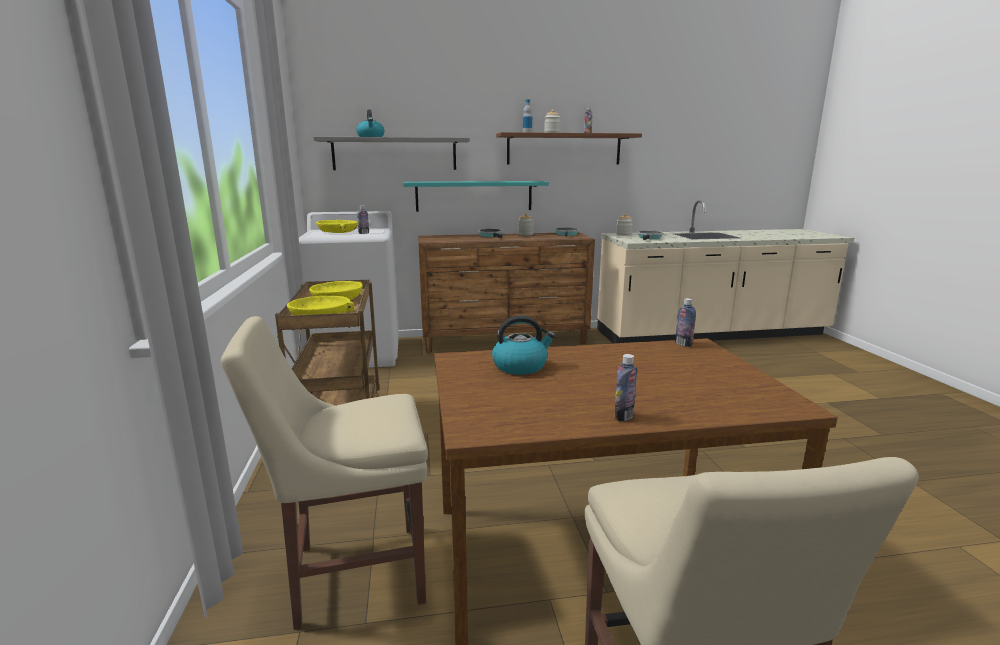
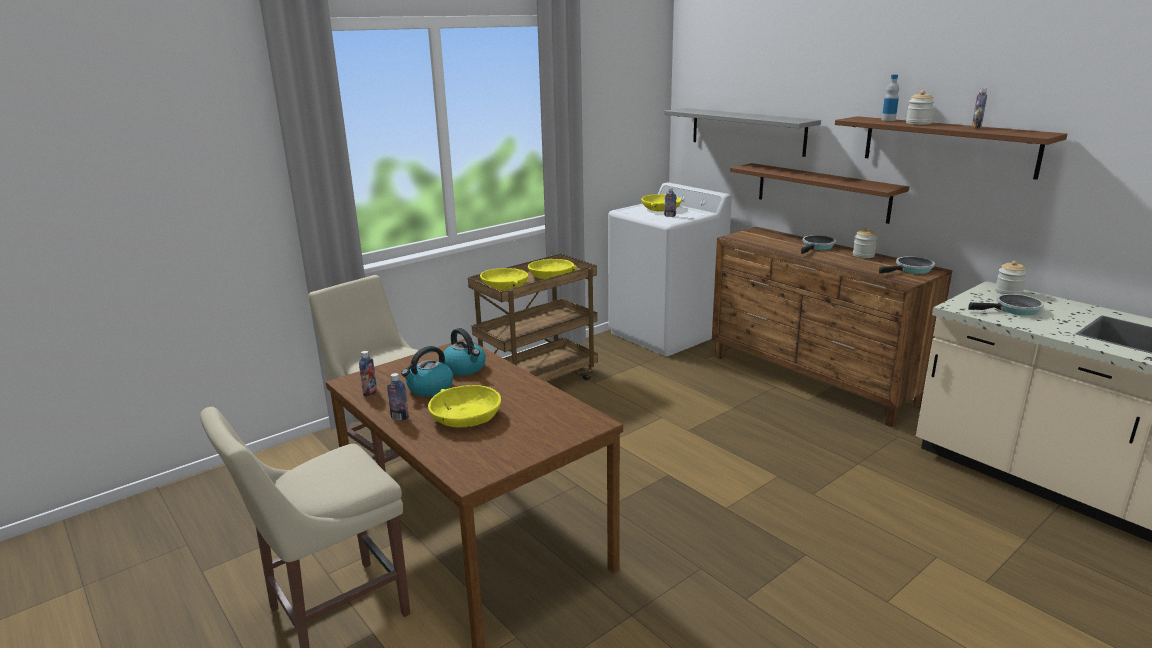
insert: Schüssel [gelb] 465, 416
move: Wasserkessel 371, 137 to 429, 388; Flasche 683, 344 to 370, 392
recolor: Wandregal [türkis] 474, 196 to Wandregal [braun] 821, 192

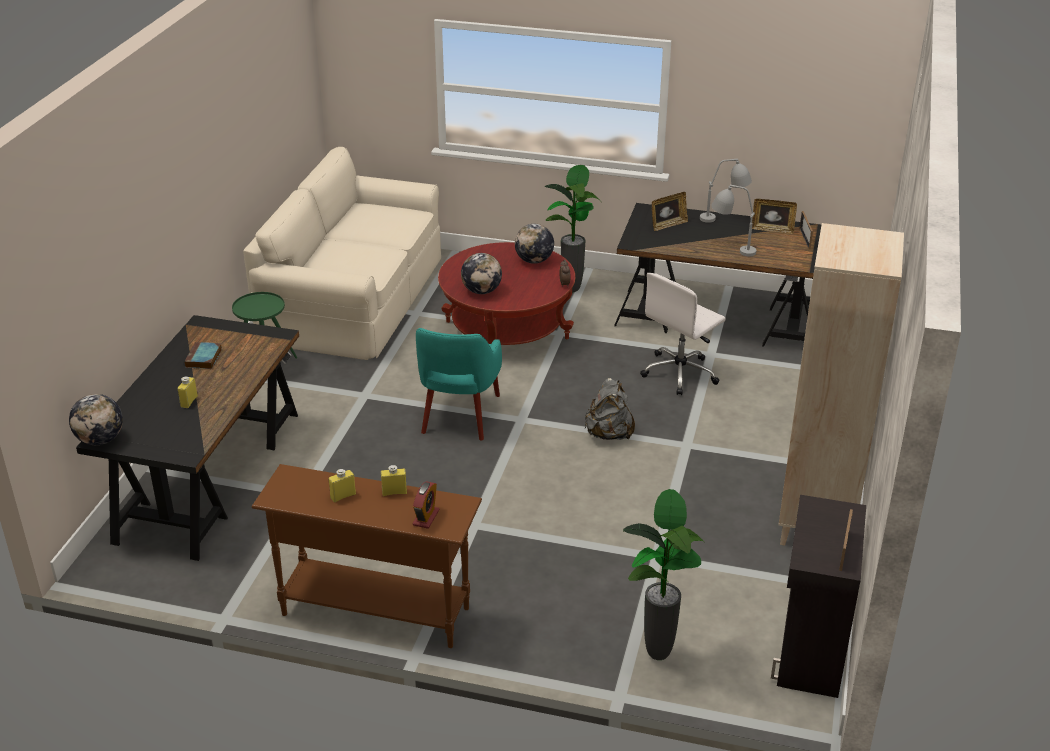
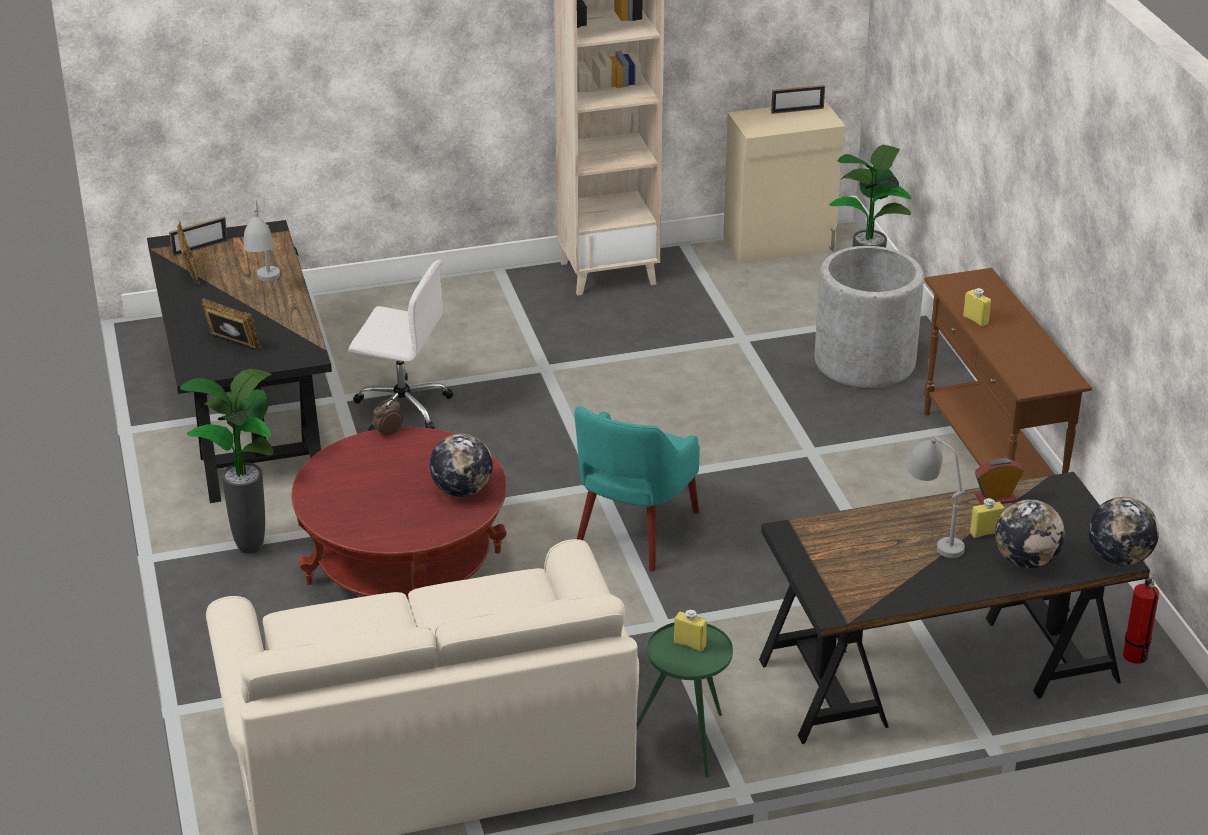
delete: Buch 203, 359; Rucksack [grau] 609, 433
insert: Pflanzkübel [grau] 864, 362; Feuerlöscher 1133, 653
move: Flasche [gelb] 343, 496 to 690, 644; Wecker 426, 517 to 996, 498; Globus 534, 261 to 1026, 561; Tischlampe [grau] 725, 218 to 931, 533
recolor: Schrank [schwarz] 809, 652 to Schrank [beige] 780, 245
rotate: Sessel [türkis] 459, 415 = 634, 532 135 degrees clockwise

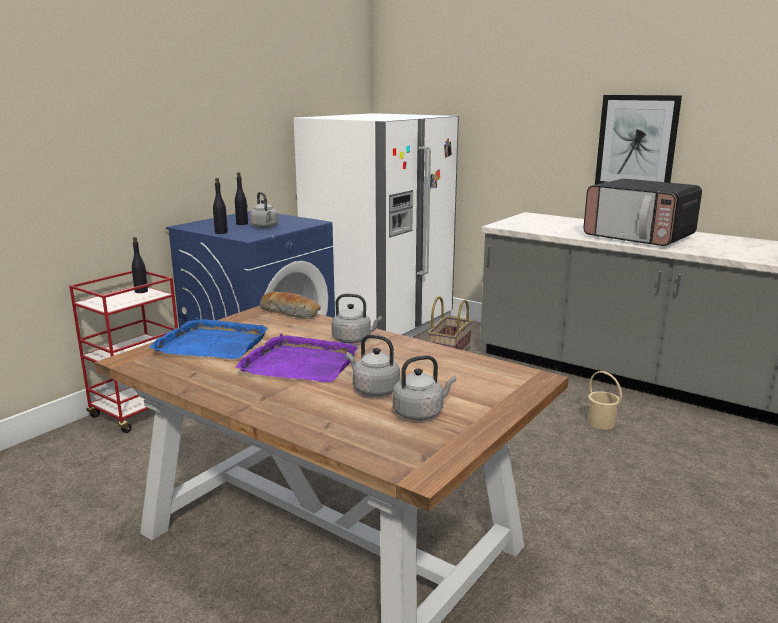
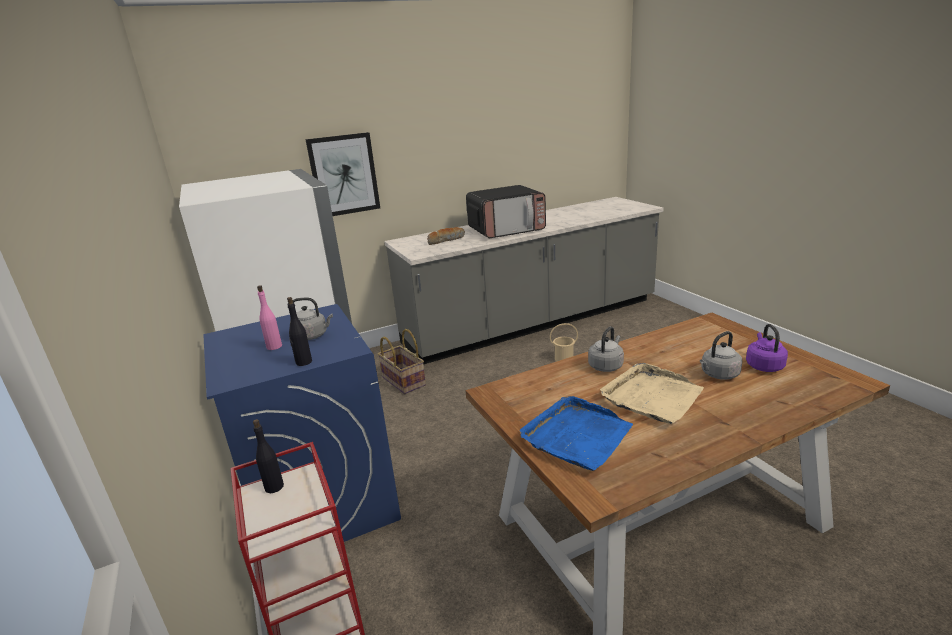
move: Brot 291, 313 to 446, 240; Bild 636, 142 to 344, 175
recolor: Flasche [schwarz] 242, 224 to Flasche [rosa] 274, 346; Tablett [lila] 300, 363 to Tablett [beige] 652, 396; Wasserkessel [grau] 420, 413 to Wasserkessel [lila] 763, 365

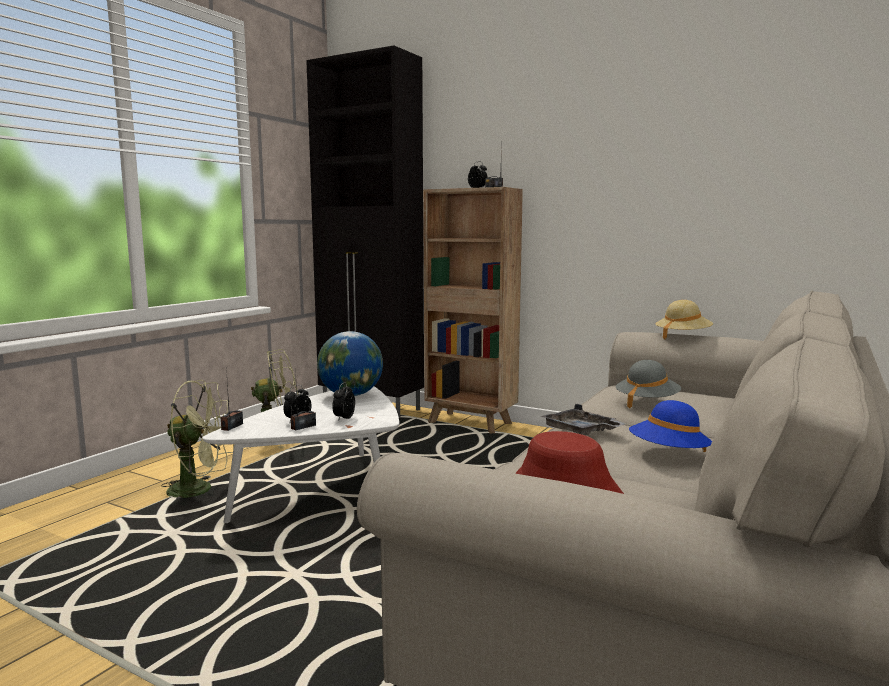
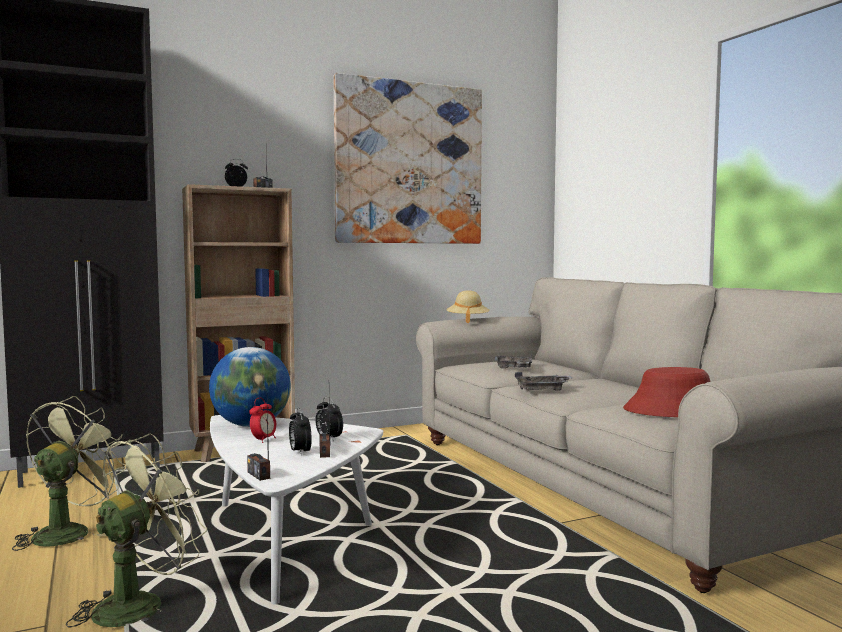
delete: Hut [blau] 668, 454
insert: Wecker 263, 440; Bild 409, 163
replace: Hut [grau] 647, 402 to Tablett [grau] 513, 368

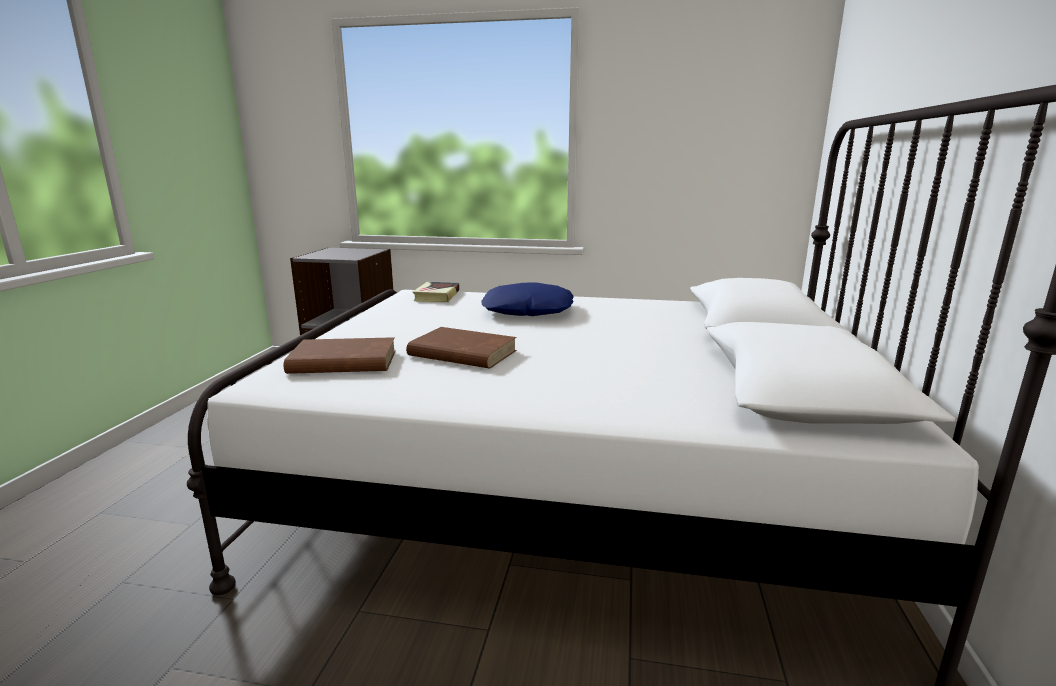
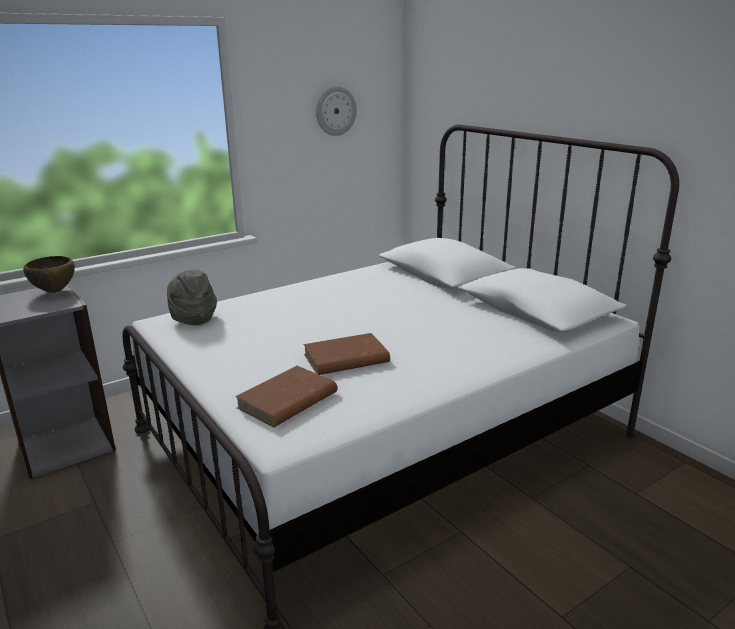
delete: Kissen [blau] 527, 310
insert: Schüssel [braun] 55, 291; Wanduhr 335, 111
replace: Buch 437, 296 to Hut [grau] 193, 318

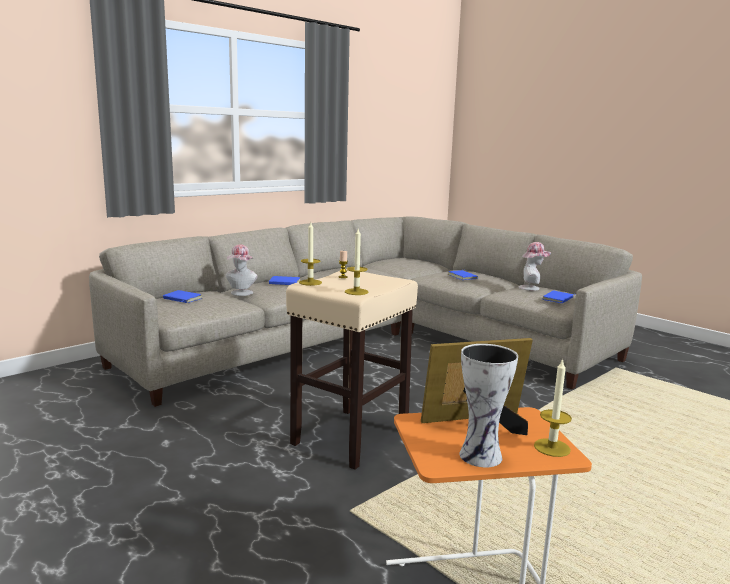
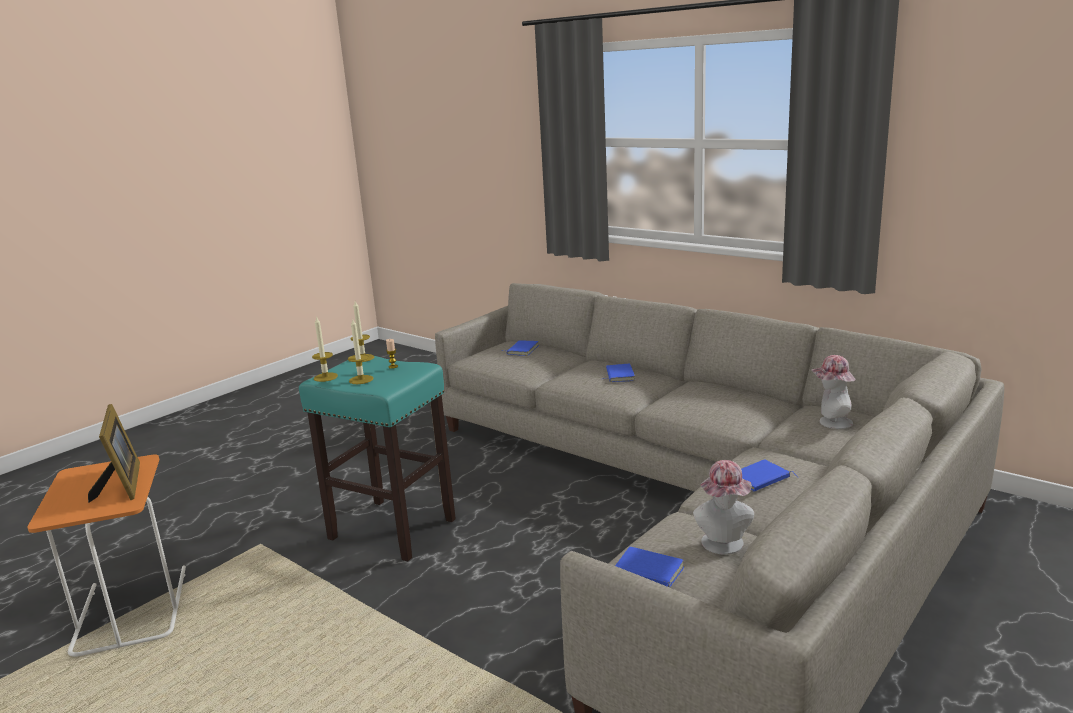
delete: Vase 483, 456
move: Hut 241, 293 to 831, 422; Kerze 552, 447 to 361, 379
recolor: Hocker [beige] 350, 438 to Hocker [türkis] 390, 529

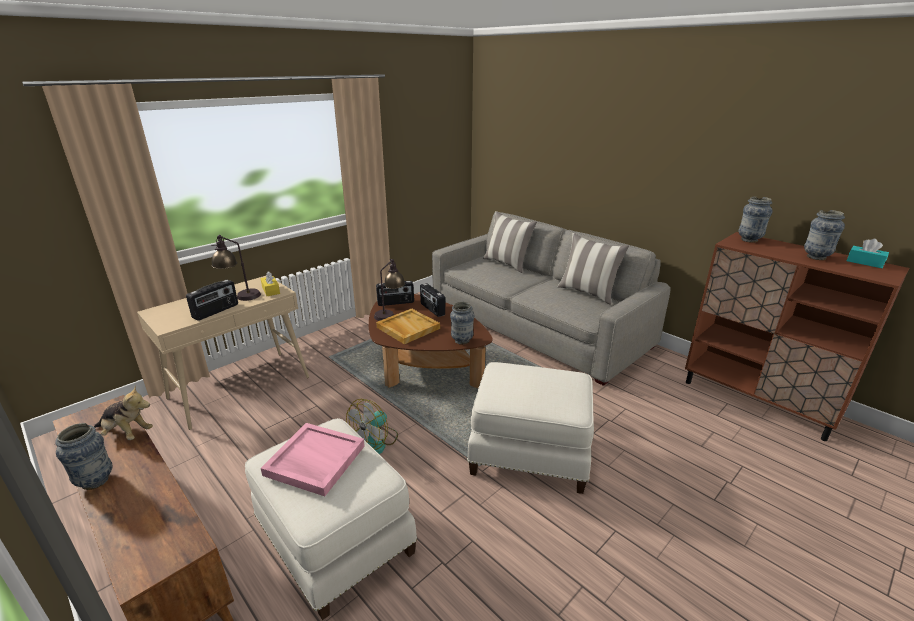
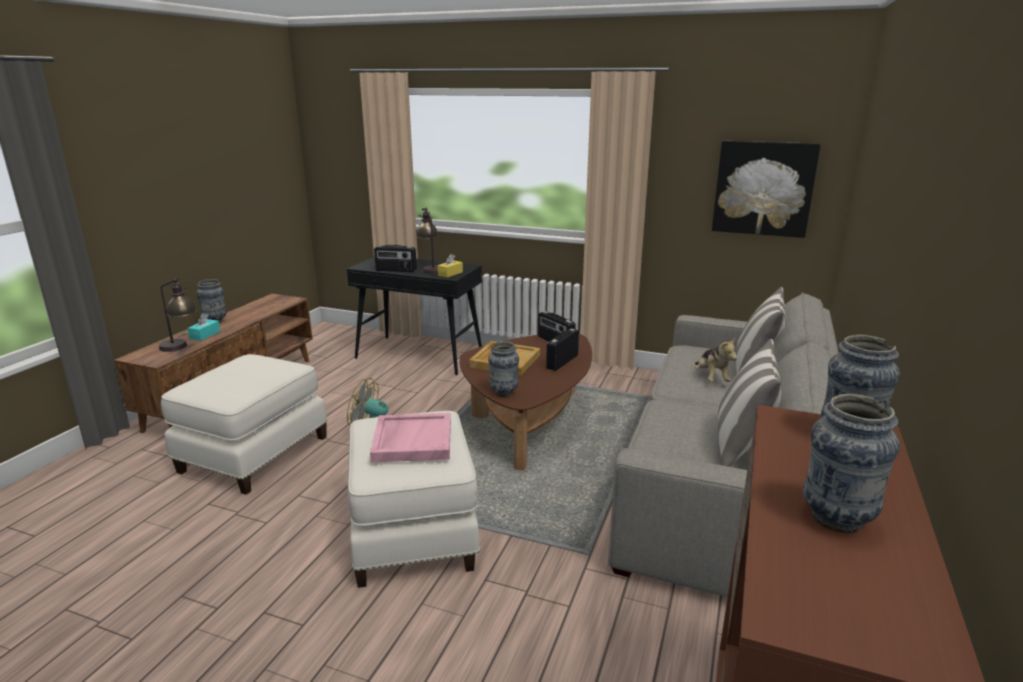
insert: Bild 763, 188
move: Plüschtier 126, 433 to 711, 378; Tablett [rosa] 314, 460 to 412, 440; Tischlampe 390, 313 to 181, 348; Taschentuchbox [türkis] 865, 262 to 205, 335
recolor: Konsolentisch [beige] 240, 387 to Konsolentisch [schwarz] 420, 355

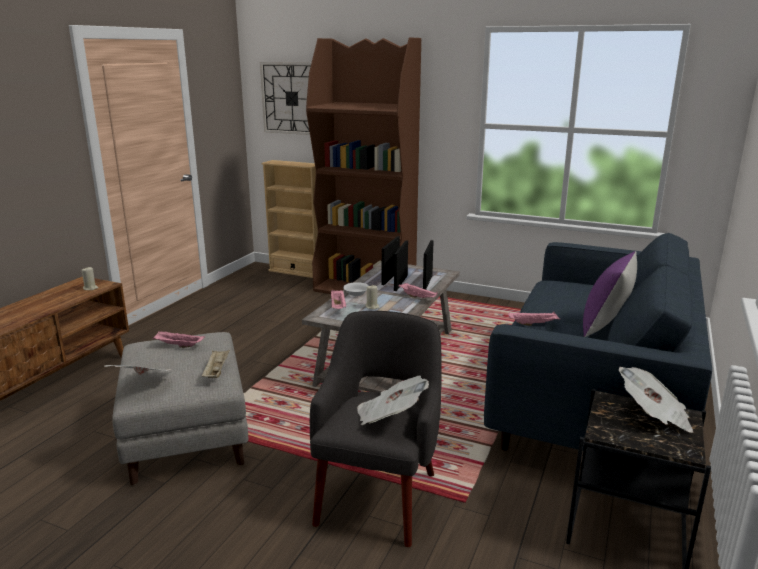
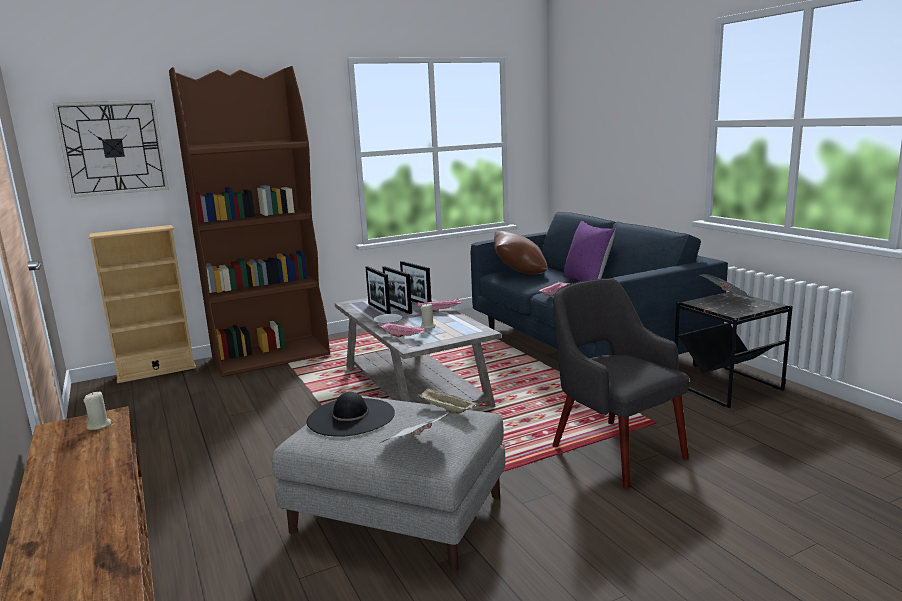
delete: Zeitung 390, 416
insert: Kissen [braun] 519, 273
replace: Tablett [rosa] 178, 346 to Hut [schwarz] 351, 417

